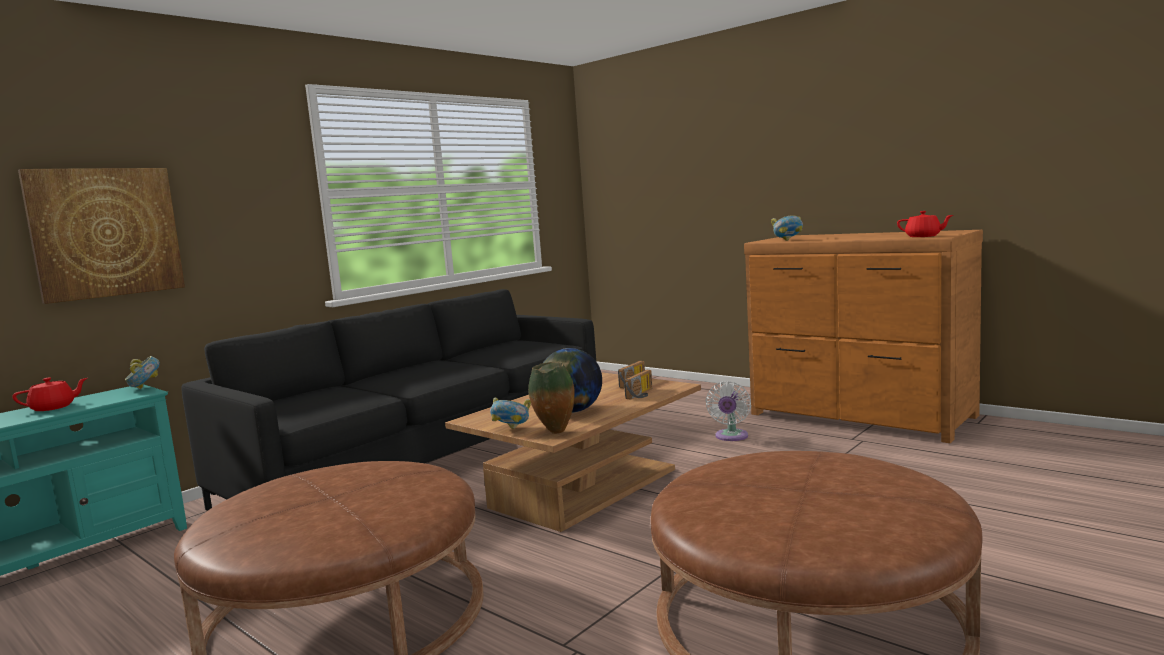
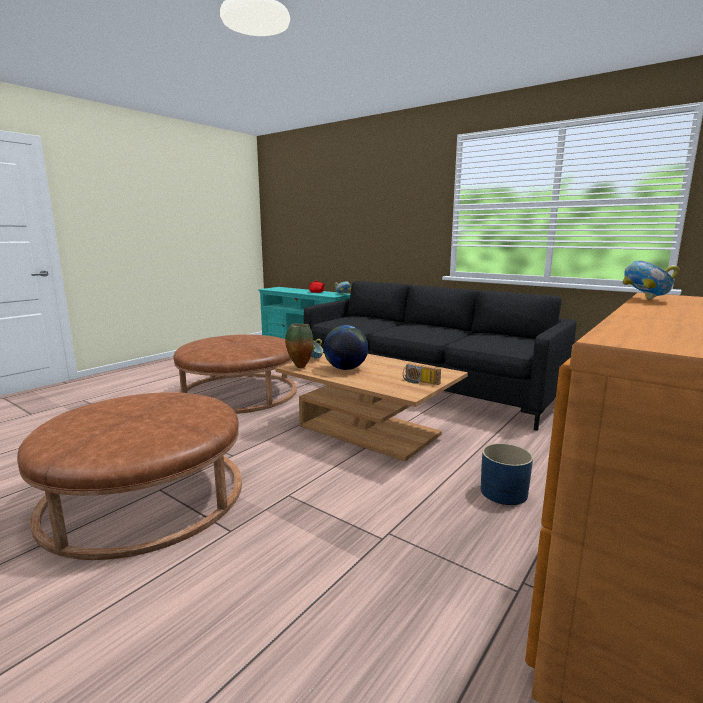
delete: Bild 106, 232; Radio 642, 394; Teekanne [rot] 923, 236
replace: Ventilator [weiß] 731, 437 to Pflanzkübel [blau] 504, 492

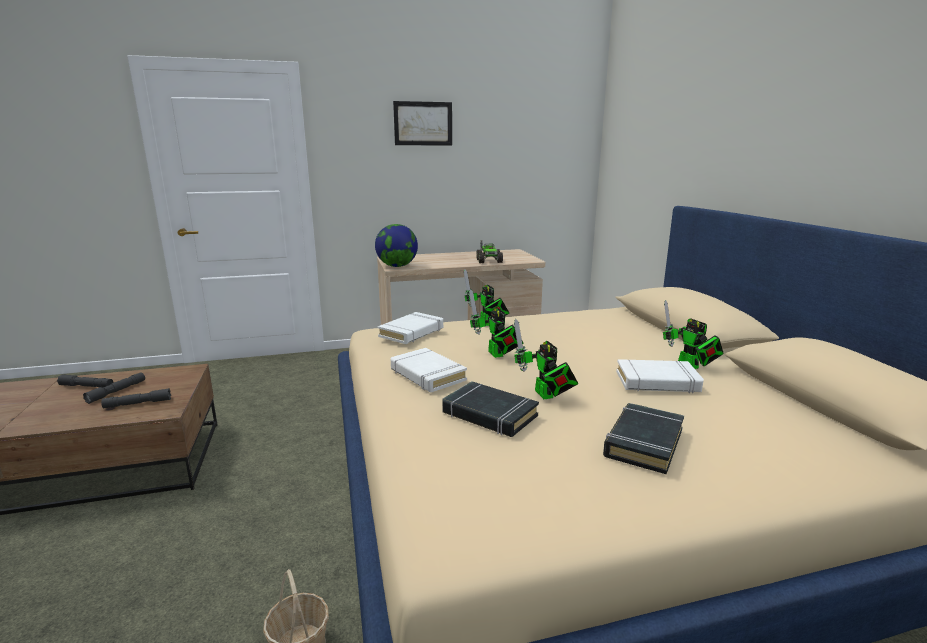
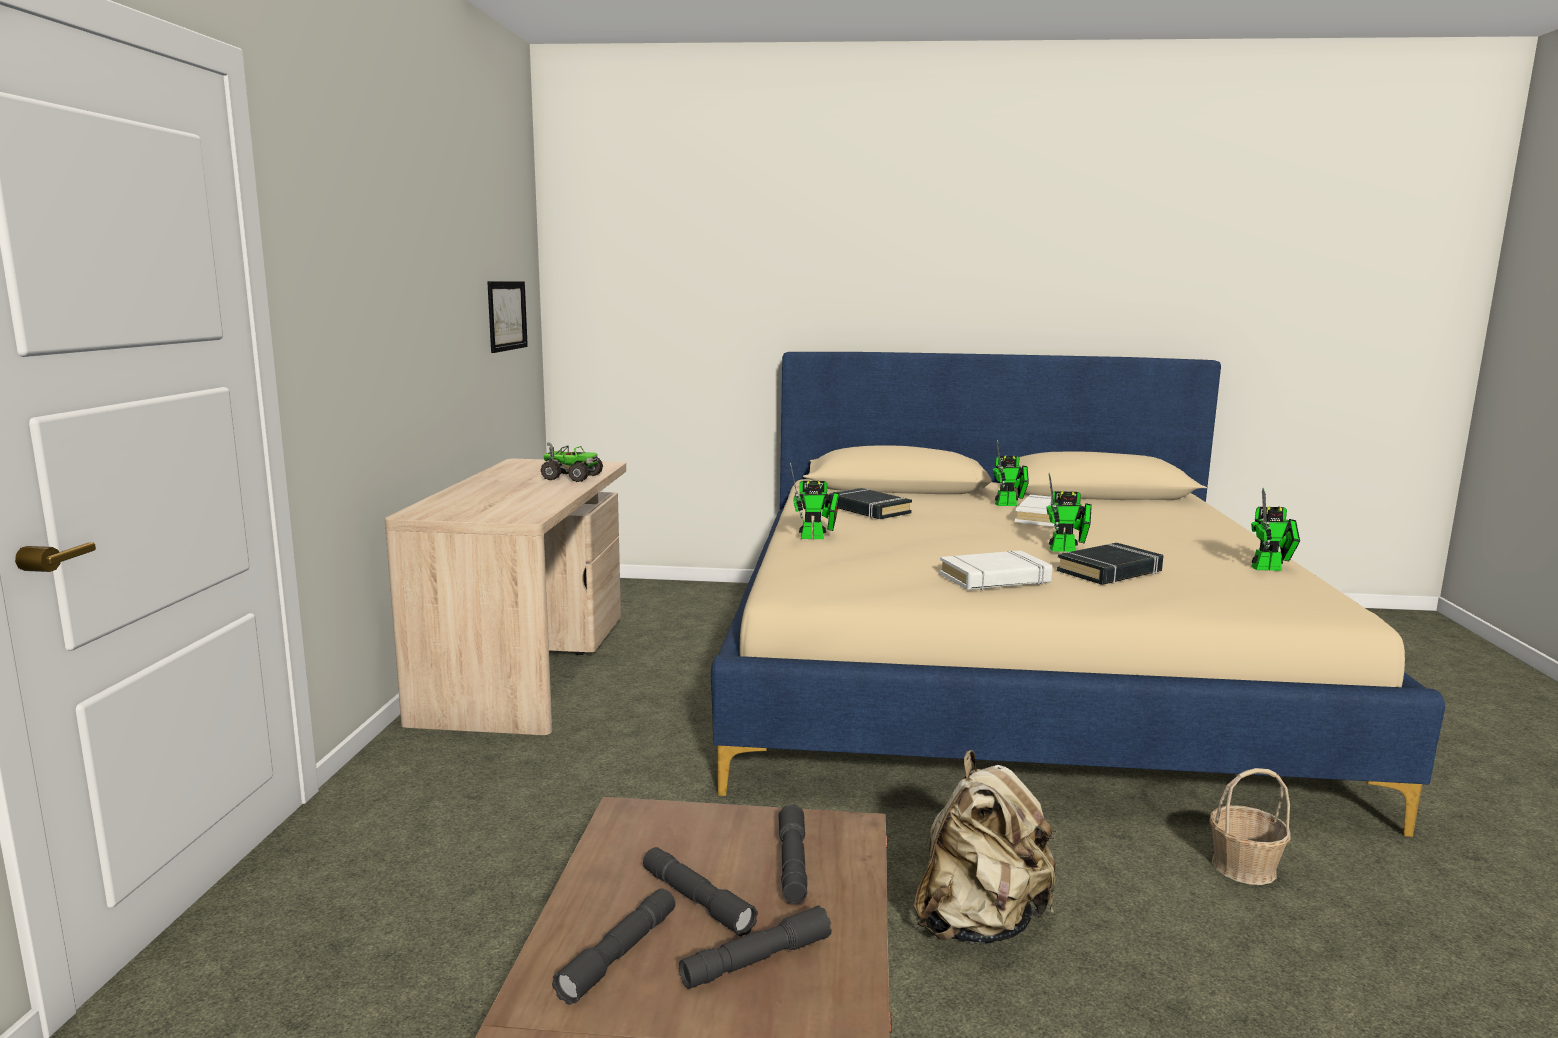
delete: Globus 397, 266; Buch [weiß] 412, 332
insert: Taschenlampe [grau] 756, 960; Rucksack [beige] 979, 923
move: Bild 423, 123 to 507, 315; Spielzeugroboter 496, 355 to 1270, 568; Buch [schwarz] 643, 442 to 868, 510

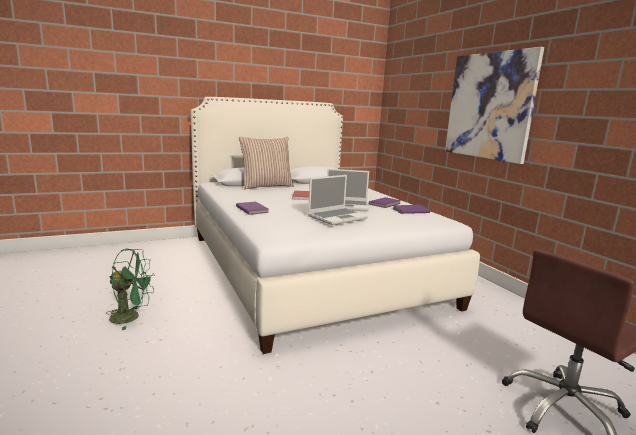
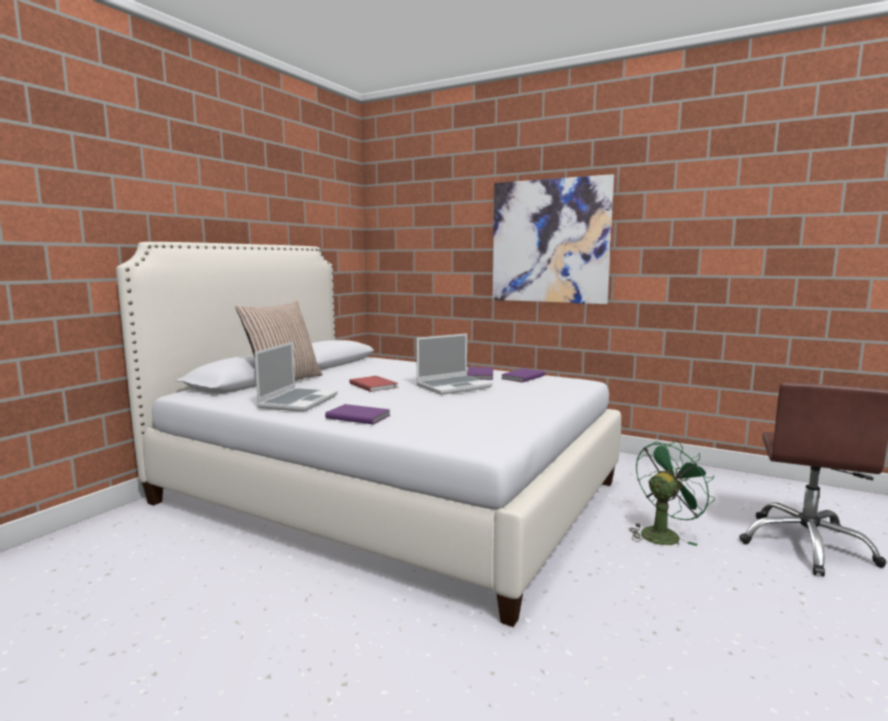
move: Ventilator [grün] 131, 317 to 663, 534; Laptop 337, 217 to 298, 401

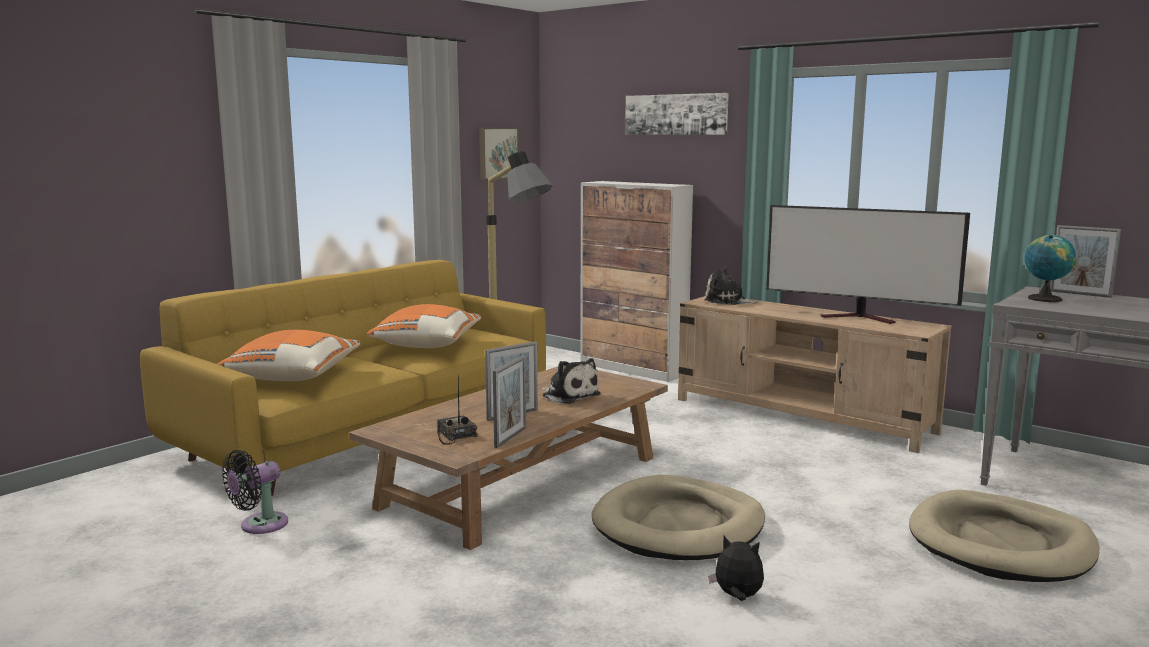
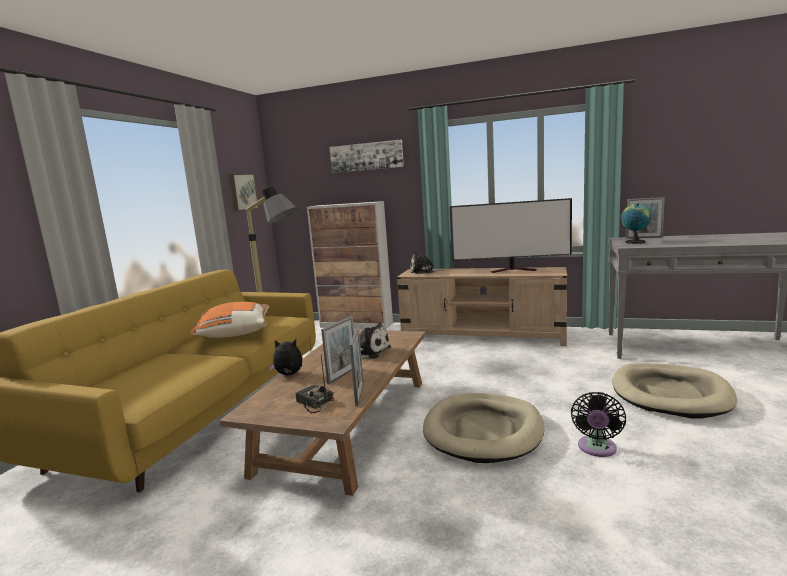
delete: Kissen [orange] 292, 377
move: Ventilator [schwarz] 259, 525 to 596, 449; Plüschtier 737, 597 to 288, 375

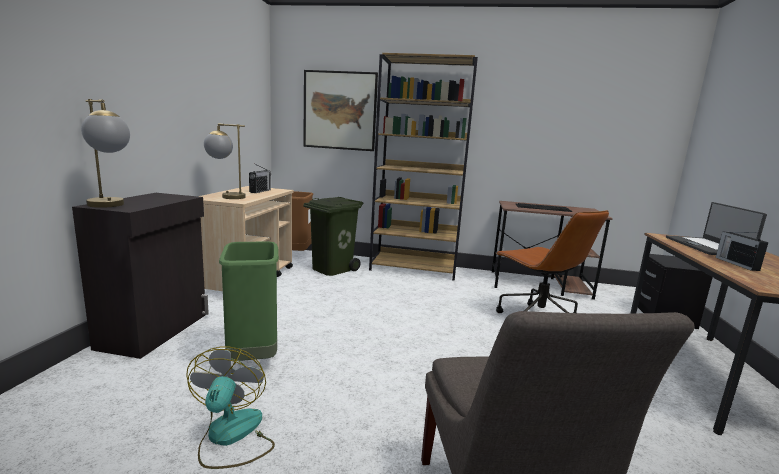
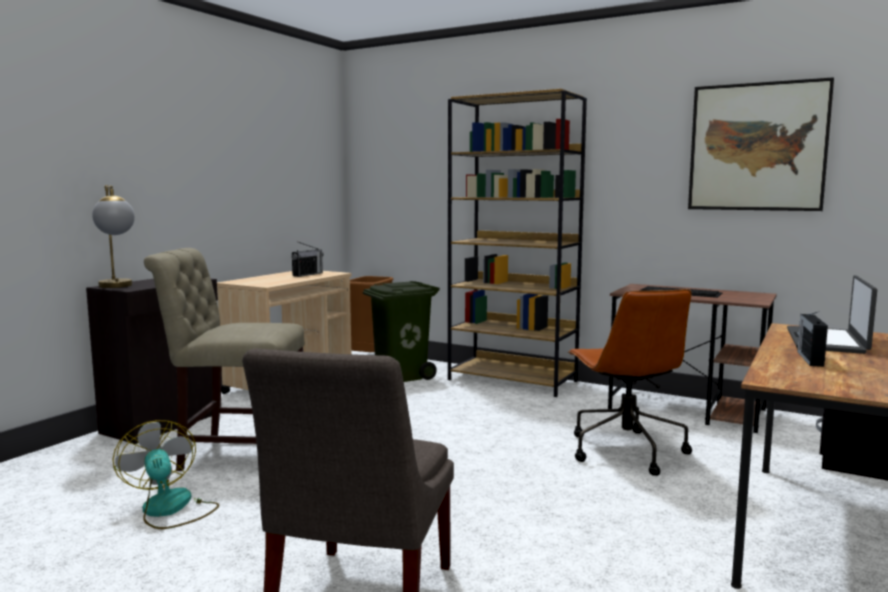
delete: Tischlampe 226, 196
move: Bild 340, 111 to 757, 147
replace: Mülleimer [grün] 252, 358 to Stuhl [beige] 237, 454
rotate: Ventilator 231, 437 = 170, 510 45 degrees counterclockwise

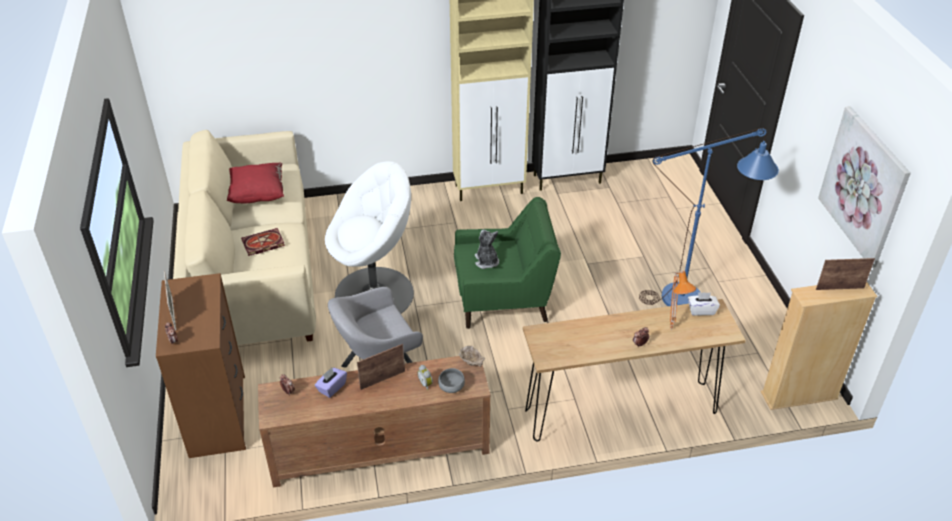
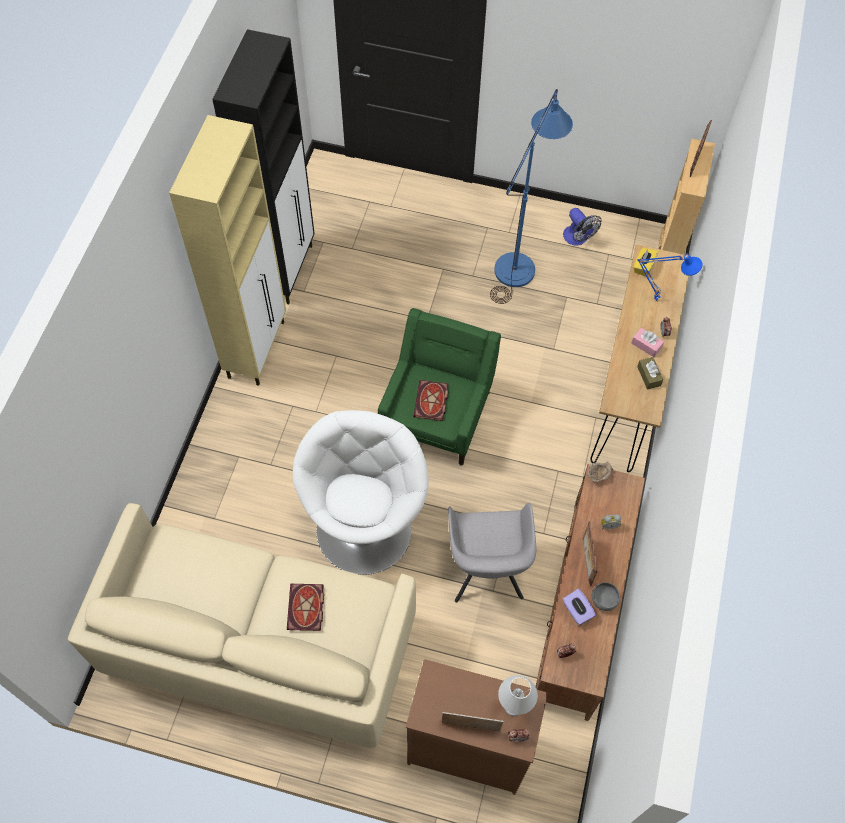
delete: Kissen [rot] 257, 195; Bild 863, 186
insert: Tischlampe [weiß] 514, 706; Ventilator 577, 239; Taschentuchbox [rosa] 646, 345; Taschentuchbox [braun] 648, 376
move: Schüssel [grau] 451, 388 to 604, 600
replace: Plüschtier 486, 261 to Buch 432, 402
recolor: Tischlampe [orange] 672, 329 to Tischlampe [blau] 656, 299; Taschentuchbox [weiß] 701, 310 to Taschentuchbox [gelb] 643, 266

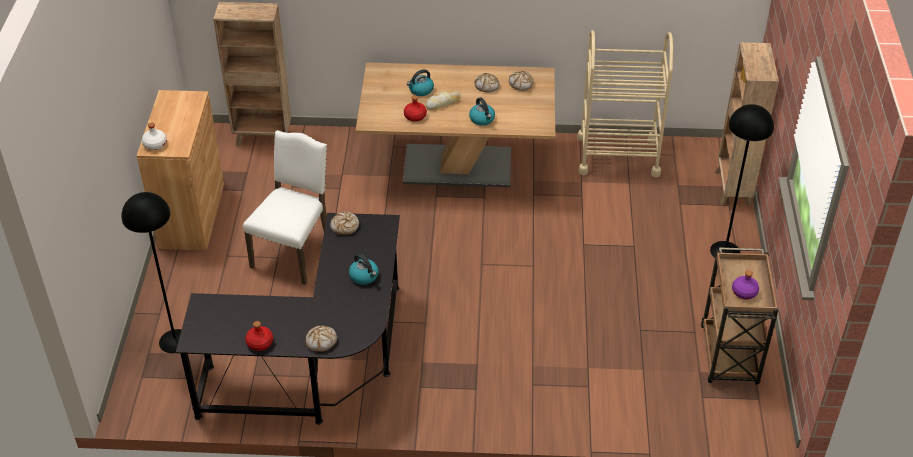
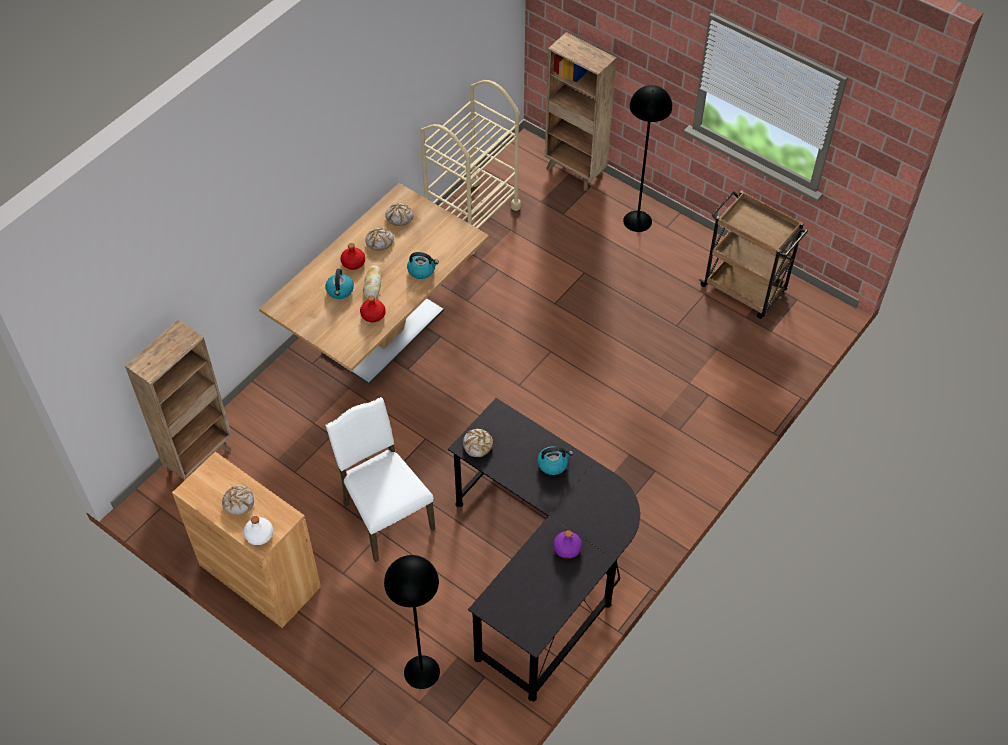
move: Flasche [rot] 260, 343 to 353, 262; Brot 321, 341 to 238, 502; Flasche [lila] 744, 292 to 567, 548

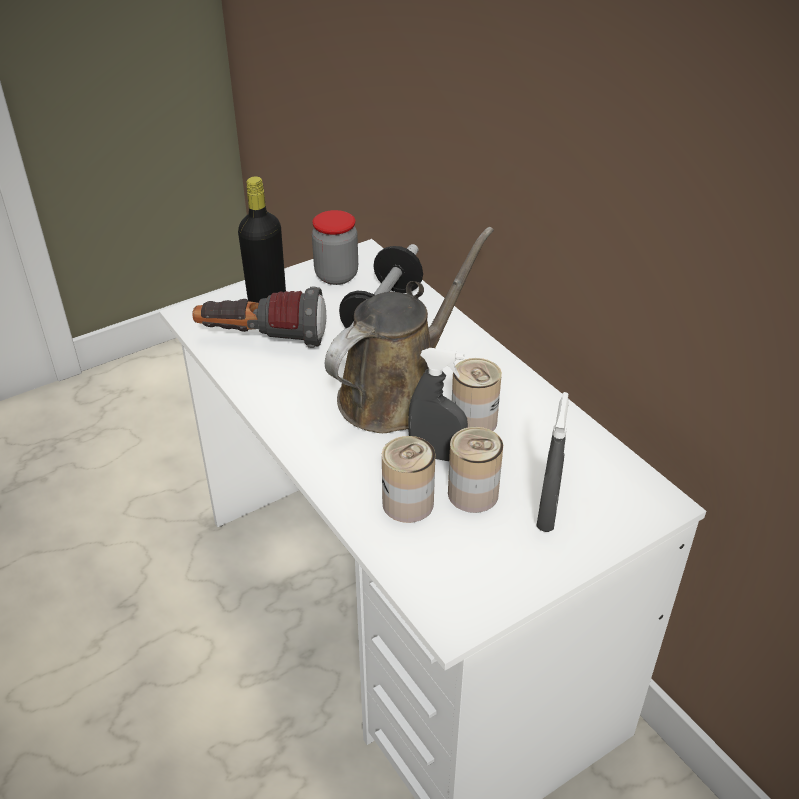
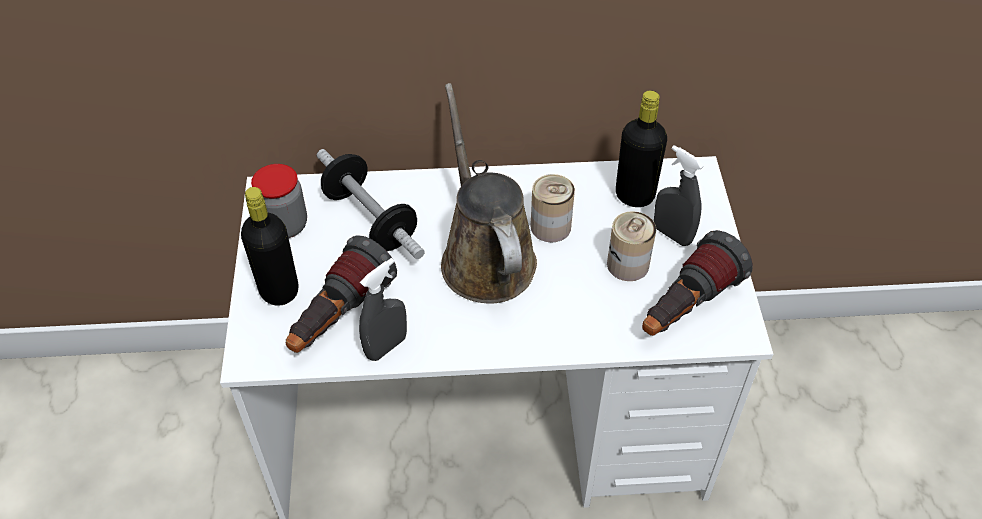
delete: Dose 408, 503
insert: Flasche [schwarz] 634, 195; Taschenlampe 685, 308
move: Sprühflasche [grau] 436, 455 to 386, 347

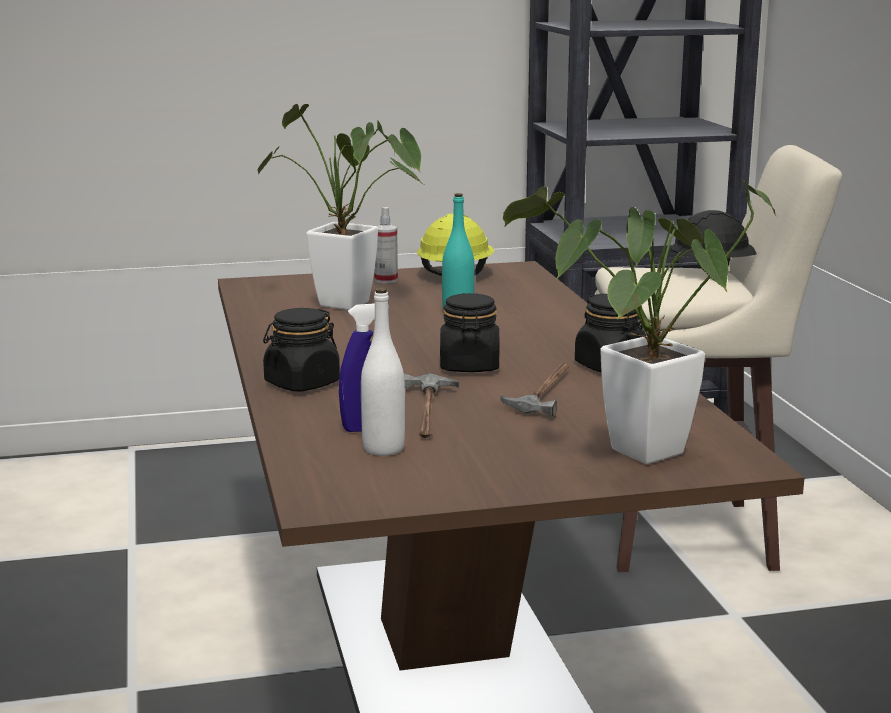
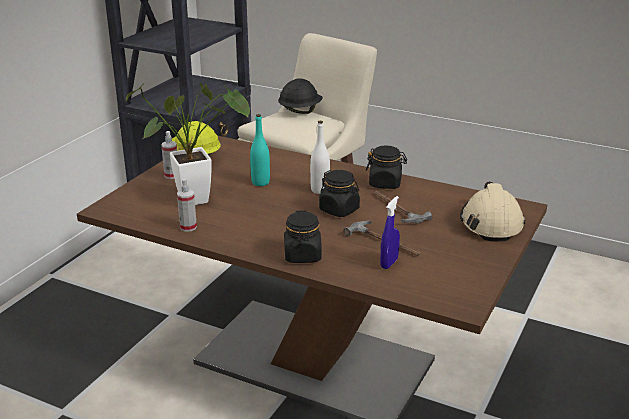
insert: Sprühflasche 188, 227
move: Flasche [weiß] 383, 449 to 320, 190
replace: Topfpflanze 633, 455 to Schutzhelm [beige] 491, 223

